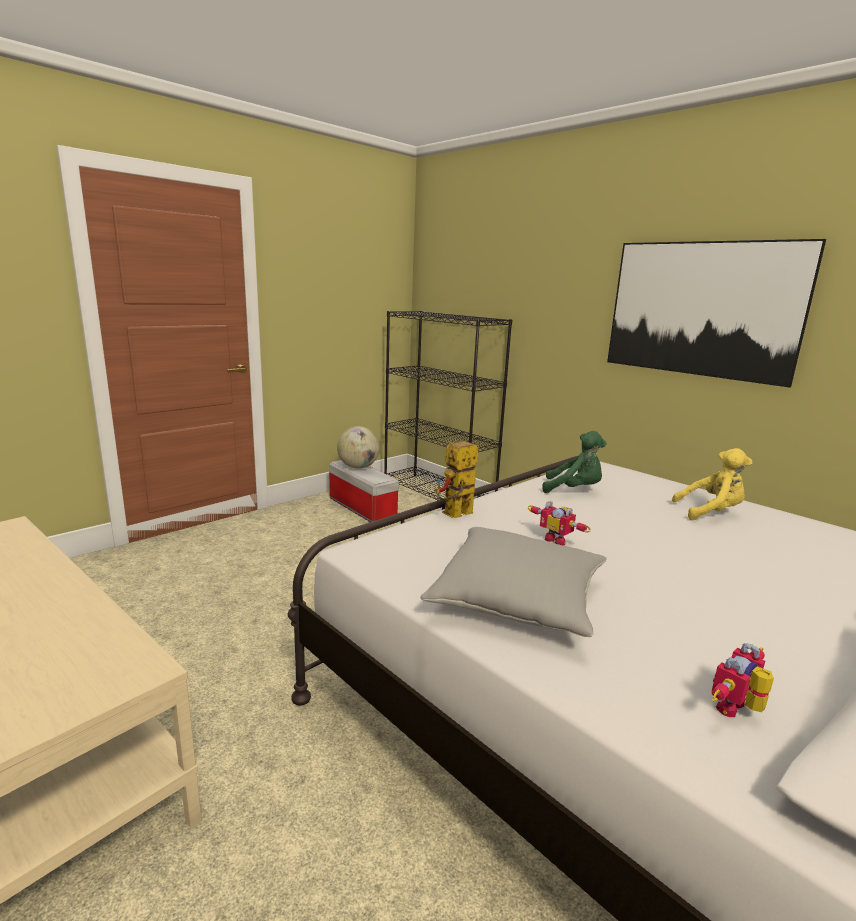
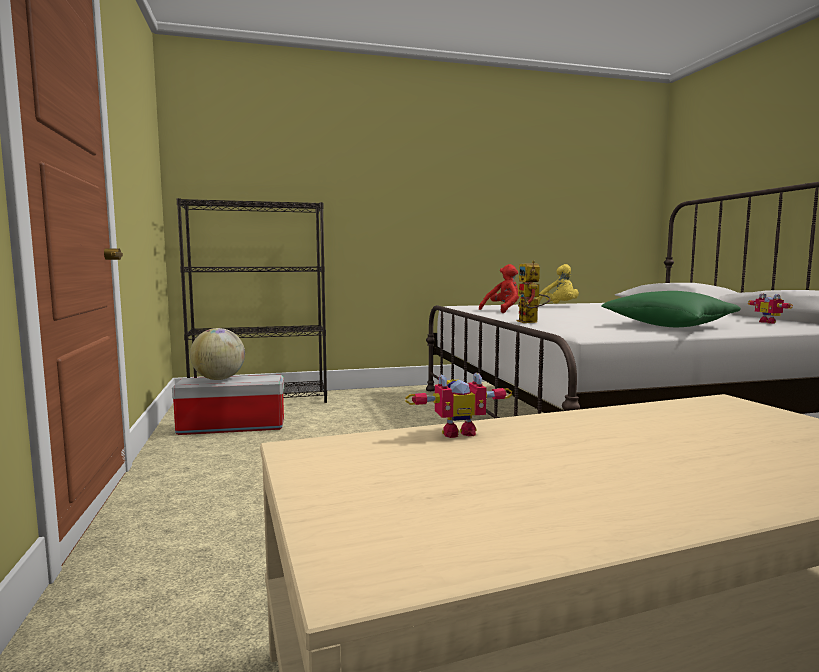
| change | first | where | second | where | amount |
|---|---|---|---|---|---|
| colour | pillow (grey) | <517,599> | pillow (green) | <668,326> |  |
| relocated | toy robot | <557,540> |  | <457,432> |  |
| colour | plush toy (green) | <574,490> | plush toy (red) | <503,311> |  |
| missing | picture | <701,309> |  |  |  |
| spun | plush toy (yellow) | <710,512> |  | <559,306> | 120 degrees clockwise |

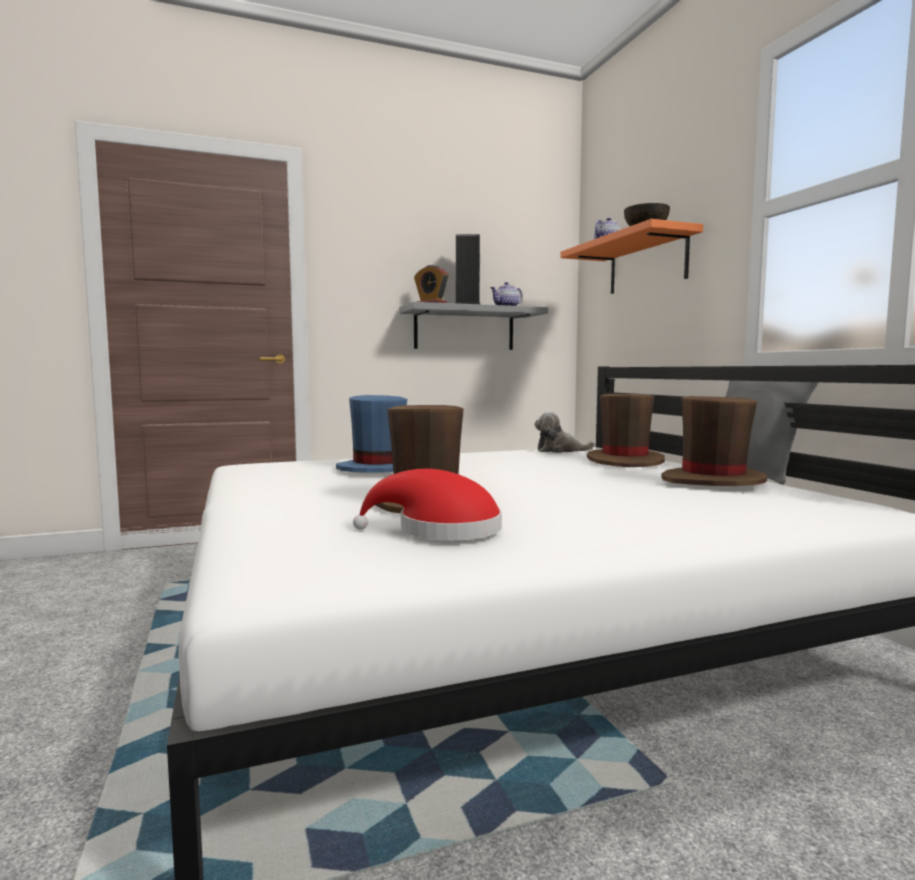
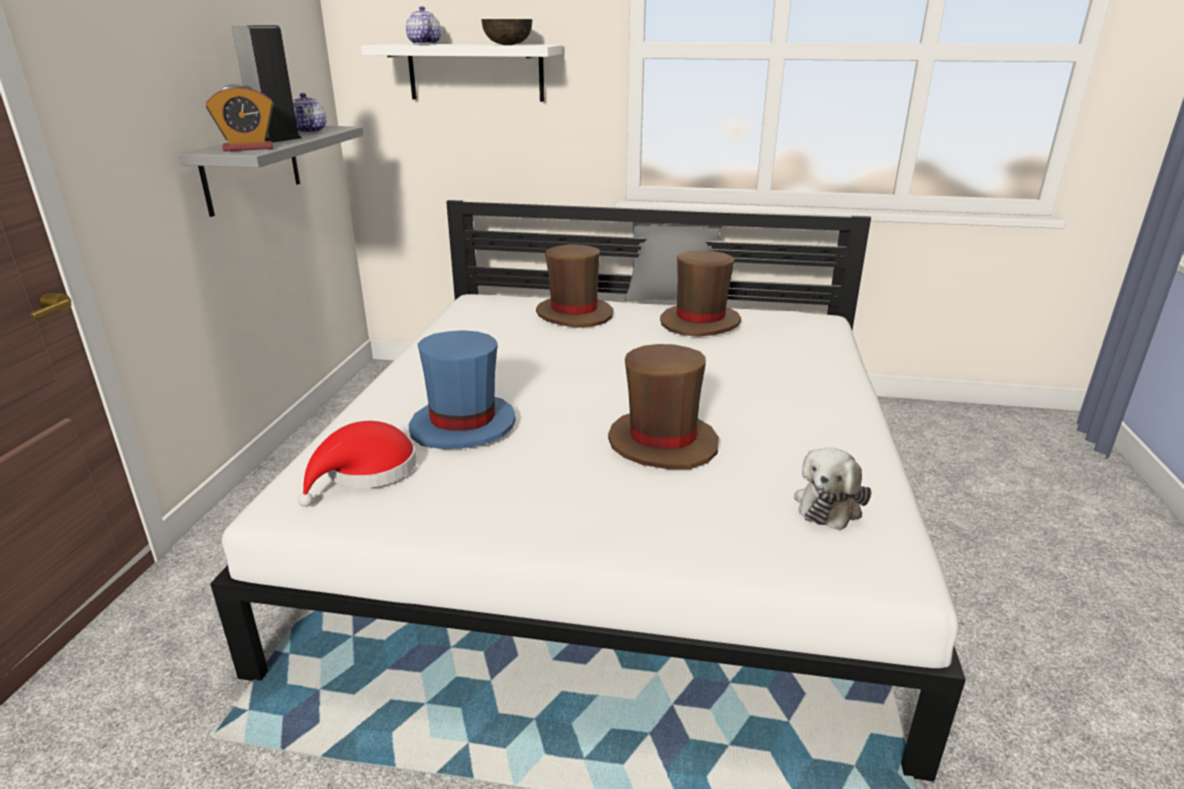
| change | first | where | second | where | amount |
|---|---|---|---|---|---|
| relocated | hat (red) | <440,531> |  | <366,471> |  |
| relocated | plush toy | <560,450> |  | <829,504> |  |
| colour | shelf (orange) | <647,264> | shelf (white) | <476,72> |  |

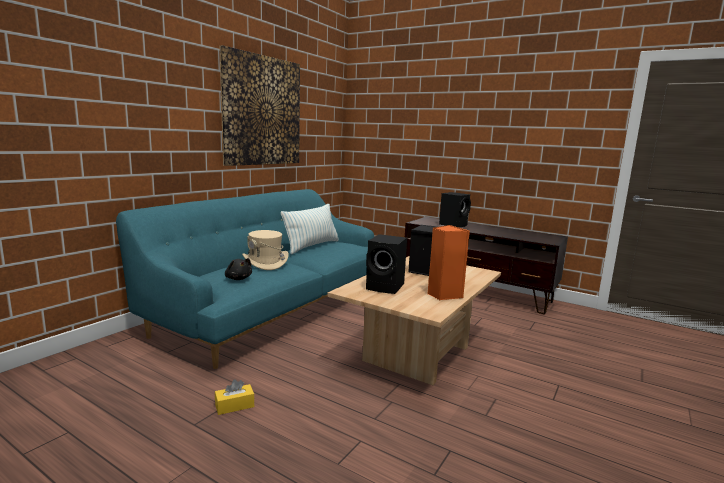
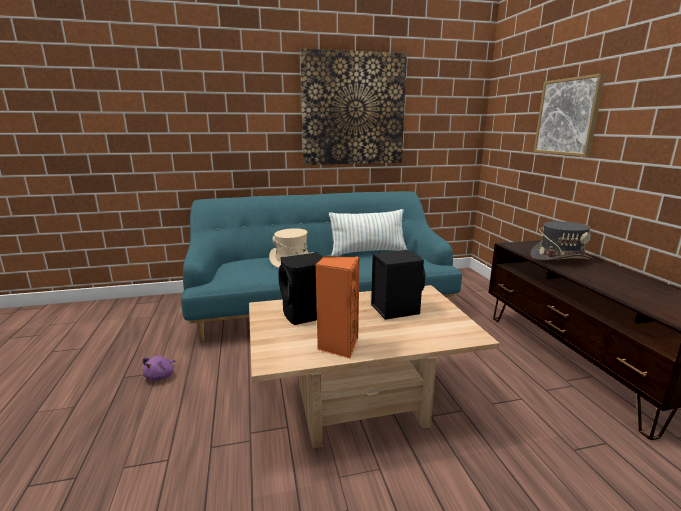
| change | first | where | second | where | amount |
|---|---|---|---|---|---|
| exchanged | tissue box (yellow) | <234,406> | plush toy (purple) | <161,376> |  |
| missing | plush toy (black) | <238,278> |  |  |  |
| exchanged | speaker (black) | <454,225> | hat (grey) | <560,257> |  |
| appeared |  |  | picture | <567,117> |  |

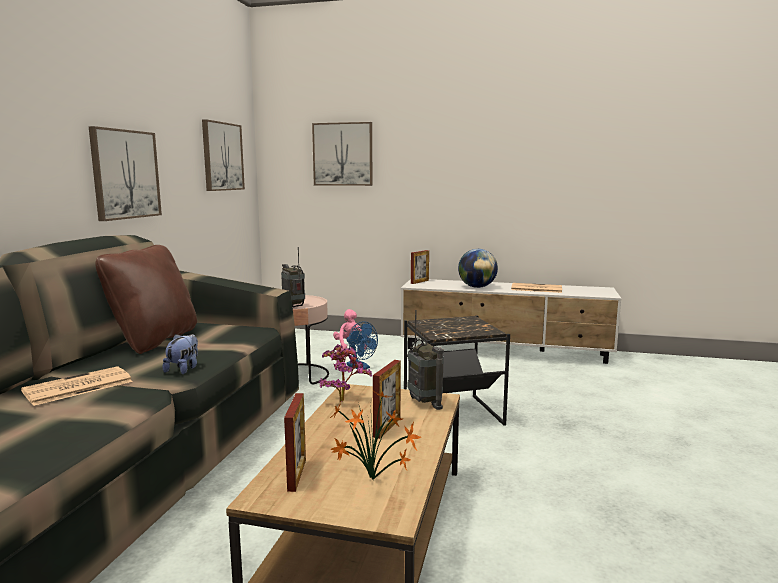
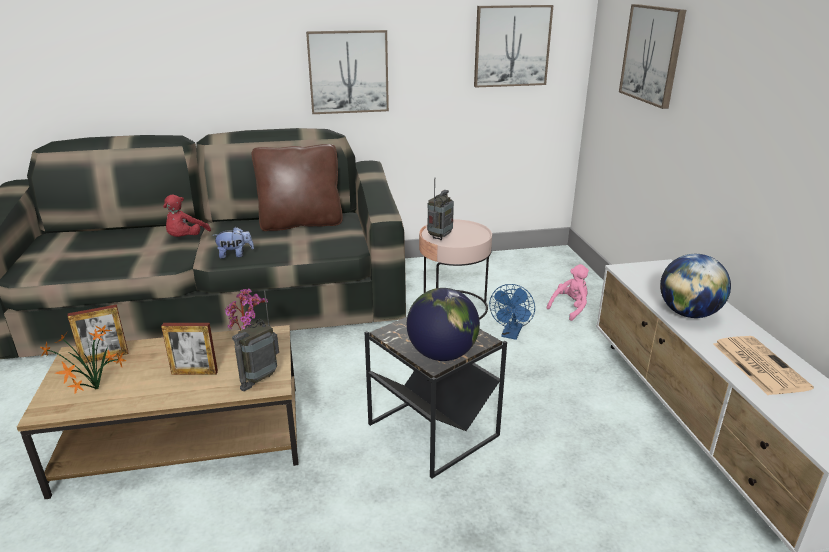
| change | first | where | second | where | amount |
|---|---|---|---|---|---|
| exchanged | newspaper | <77,387> | plush toy (red) | <186,238> |  |
| missing | picture frame | <419,282> |  |  |  |
| appeared |  |  | globe | <442,354> |  |

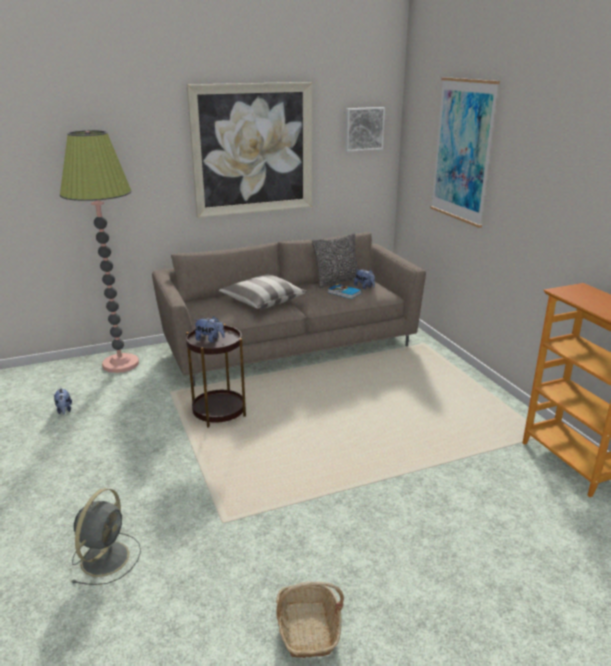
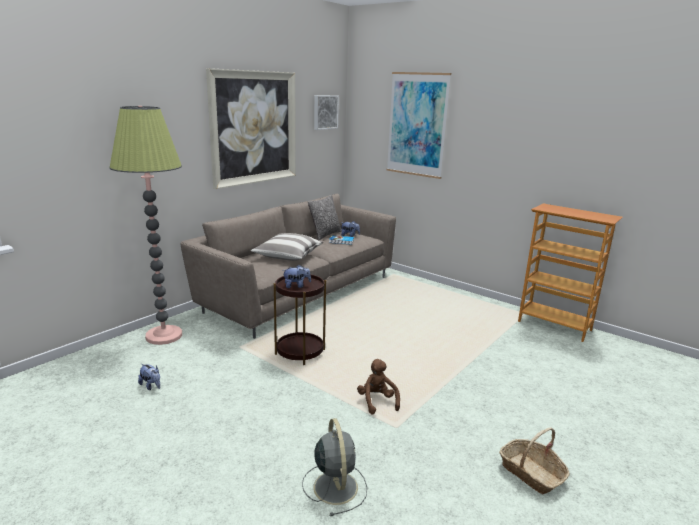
| change | first | where | second | where | amount |
|---|---|---|---|---|---|
| appeared |  |  | plush toy (brown) | <377,401> |  |

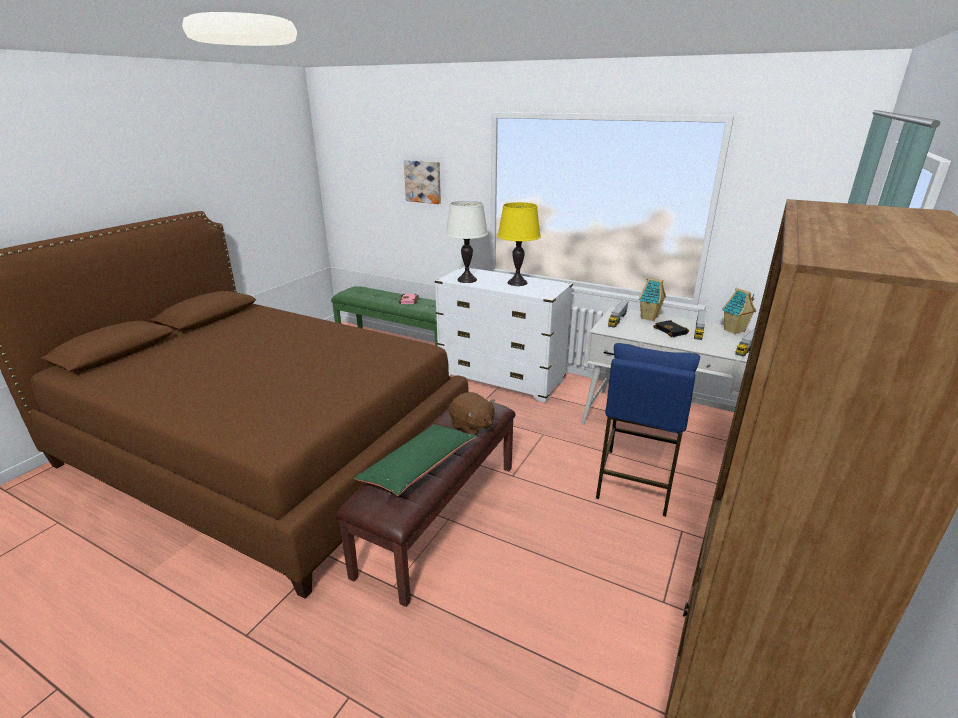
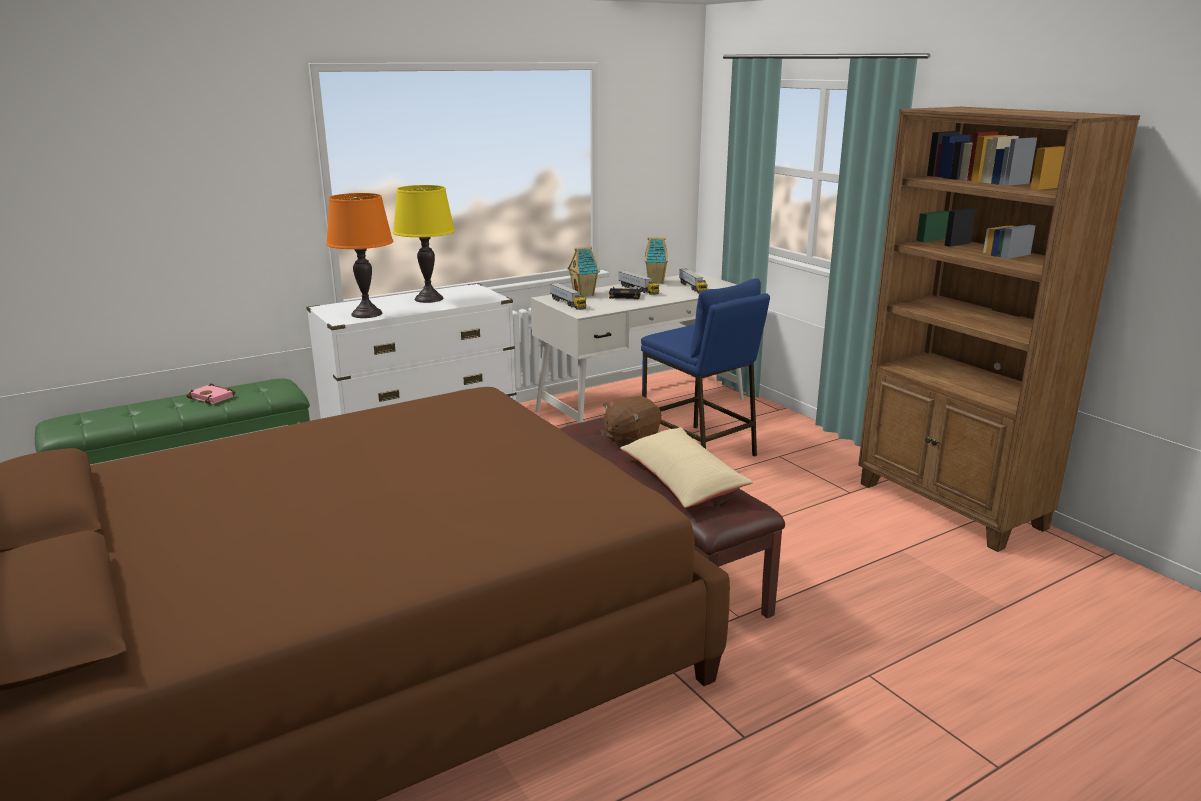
| change | first | where | second | where | amount |
|---|---|---|---|---|---|
| colour | pillow (green) | <418,467> | pillow (beige) | <682,480> |  |
| missing | picture | <423,181> |  |  |  |
| colour | table lamp (white) | <467,280> | table lamp (orange) | <366,314> |  |
| spun | plush toy (brown) | <472,426> |  | <631,439> | 150 degrees clockwise |

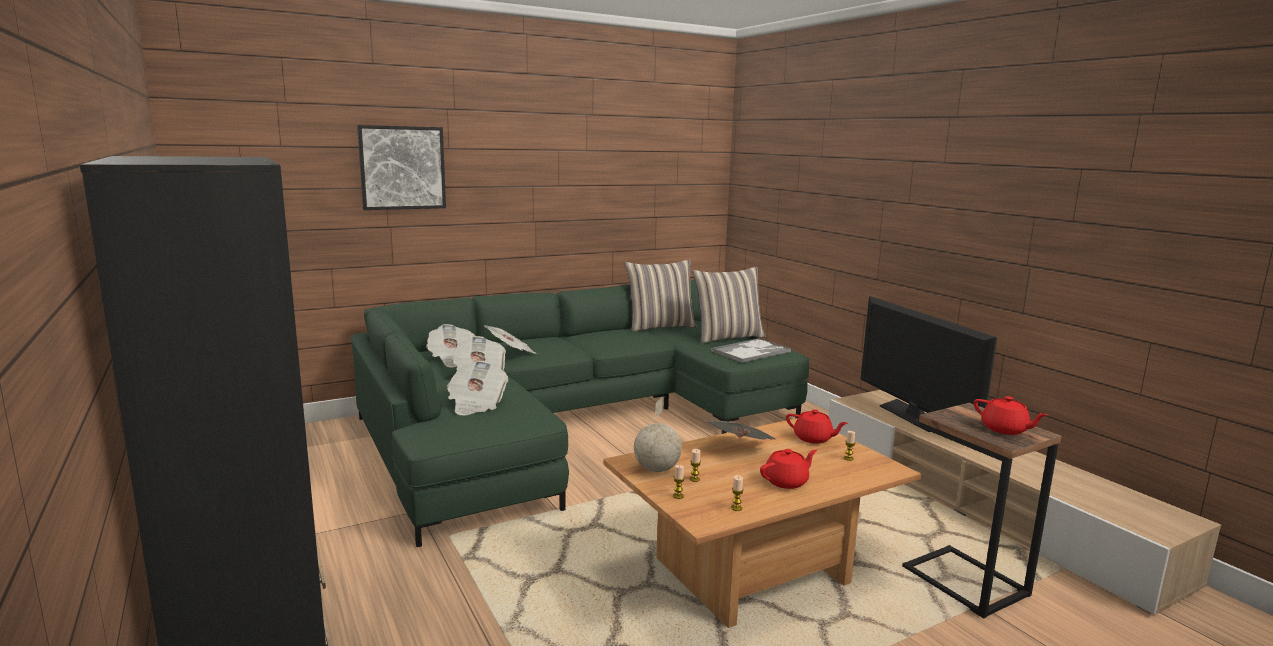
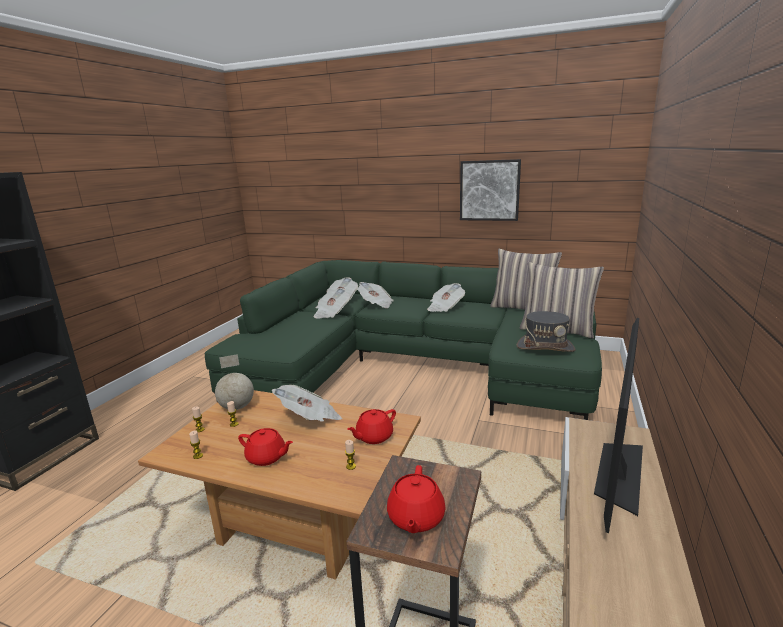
| change | first | where | second | where | amount |
|---|---|---|---|---|---|
| relocated | picture | <402,168> |  | <489,190> |  |
| relocated | newspaper | <476,404> |  | <445,307> |  |
| exchanged | tray | <751,351> | hat (grey) | <545,347> |  |
| spun | teapot (red) | <813,439> |  | <373,437> | 60 degrees clockwise |

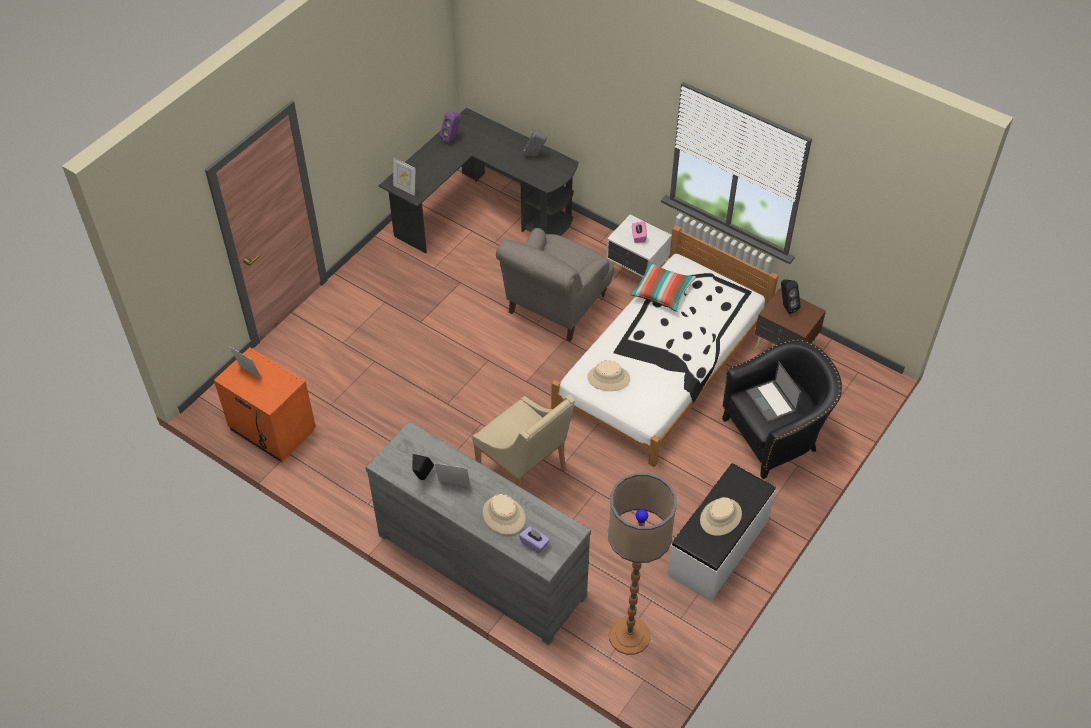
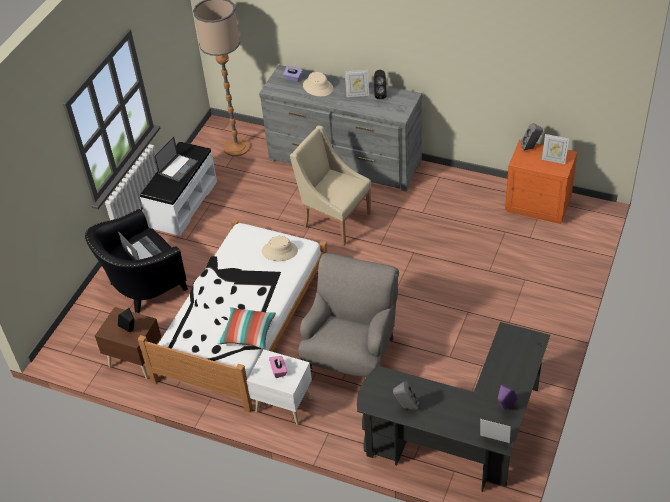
| change | first | where | second | where | amount |
|---|---|---|---|---|---|
| relocated | picture frame | <405,189> |  | <494,441> |  |
| exchanged | hat (beige) | <721,517> | laptop | <178,167> |  |
| appeared |  |  | speaker (grey) | <531,148> |  |

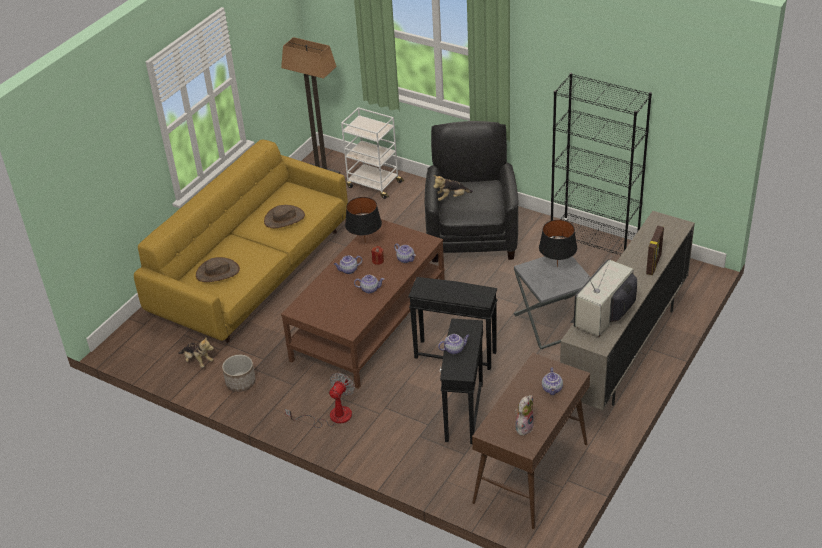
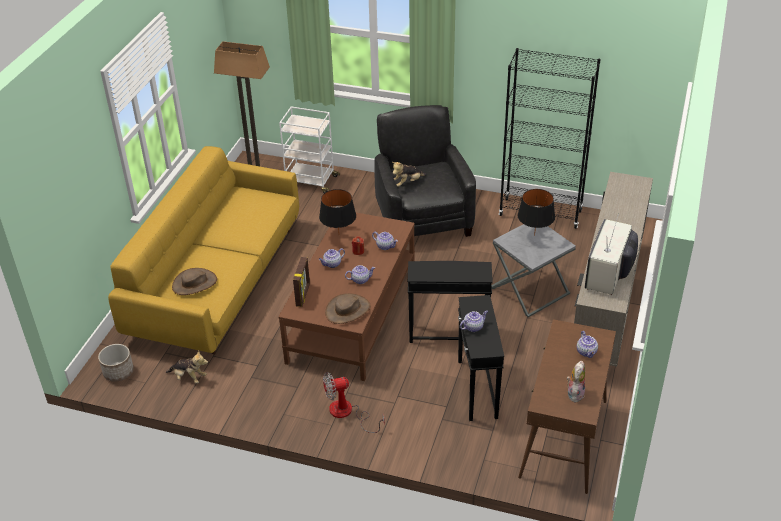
| change | first | where | second | where | amount |
|---|---|---|---|---|---|
| relocated | planter | <240,382> |  | <118,372> |  |
| relocated | hat (brown) | <284,218> |  | <348,310> |  |
| spun | fan | <332,416> |  | <347,413> | 120 degrees counterclockwise |
| relocated | picture frame | <654,264> |  | <303,295> |  |

